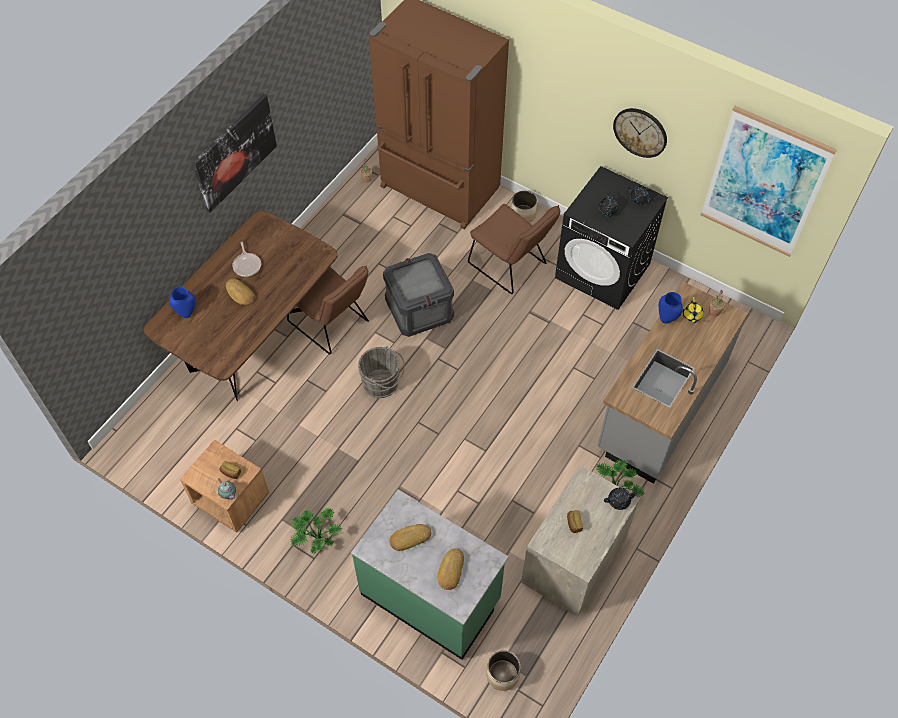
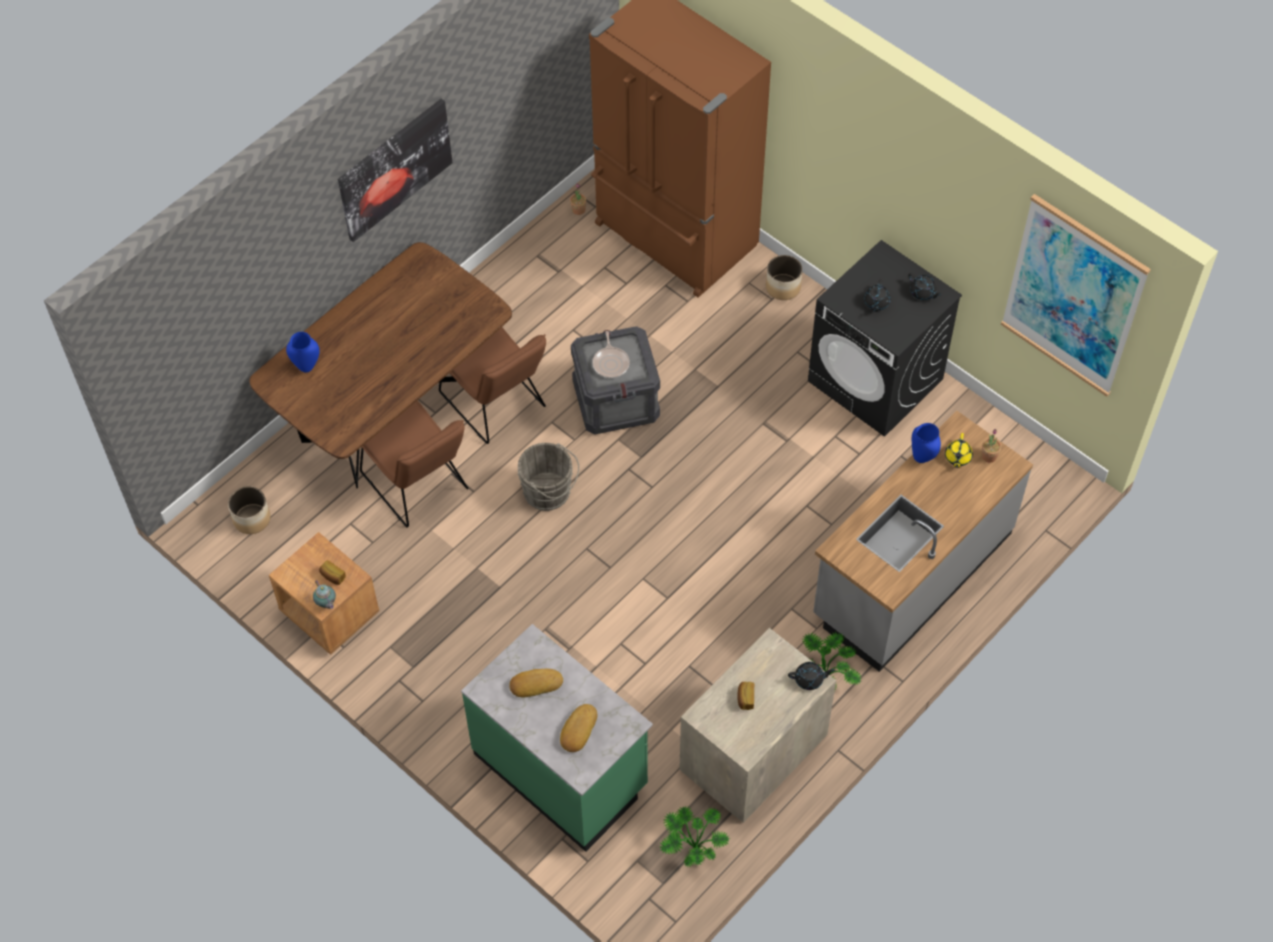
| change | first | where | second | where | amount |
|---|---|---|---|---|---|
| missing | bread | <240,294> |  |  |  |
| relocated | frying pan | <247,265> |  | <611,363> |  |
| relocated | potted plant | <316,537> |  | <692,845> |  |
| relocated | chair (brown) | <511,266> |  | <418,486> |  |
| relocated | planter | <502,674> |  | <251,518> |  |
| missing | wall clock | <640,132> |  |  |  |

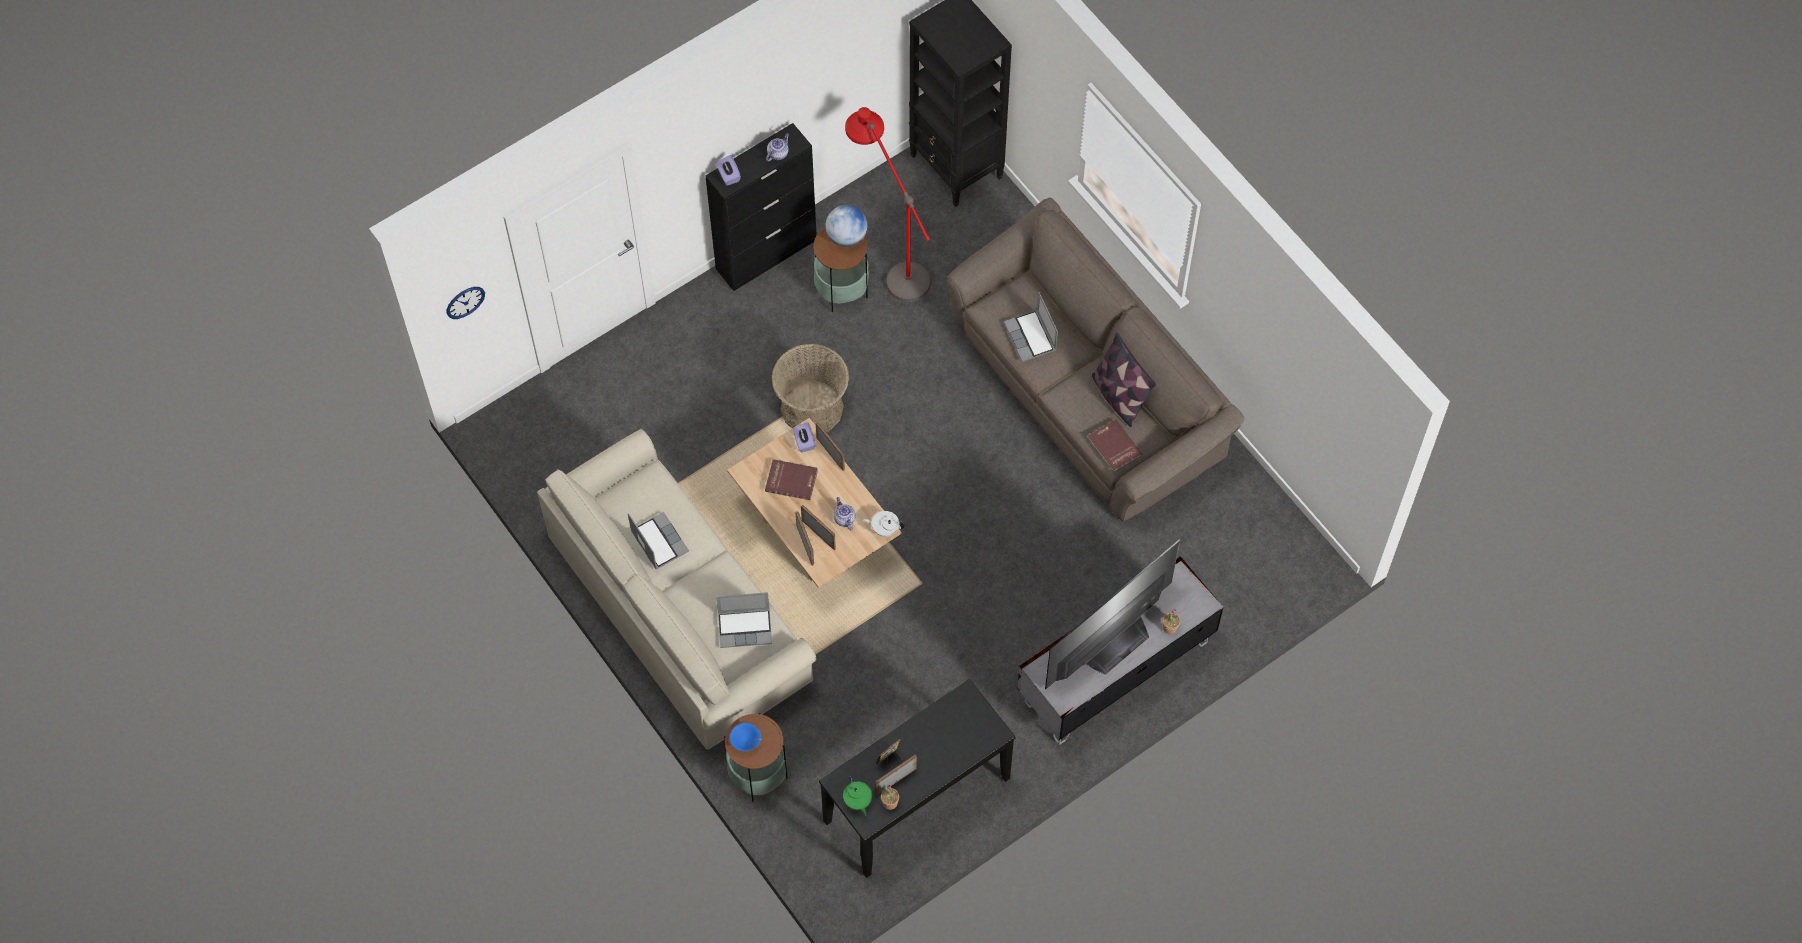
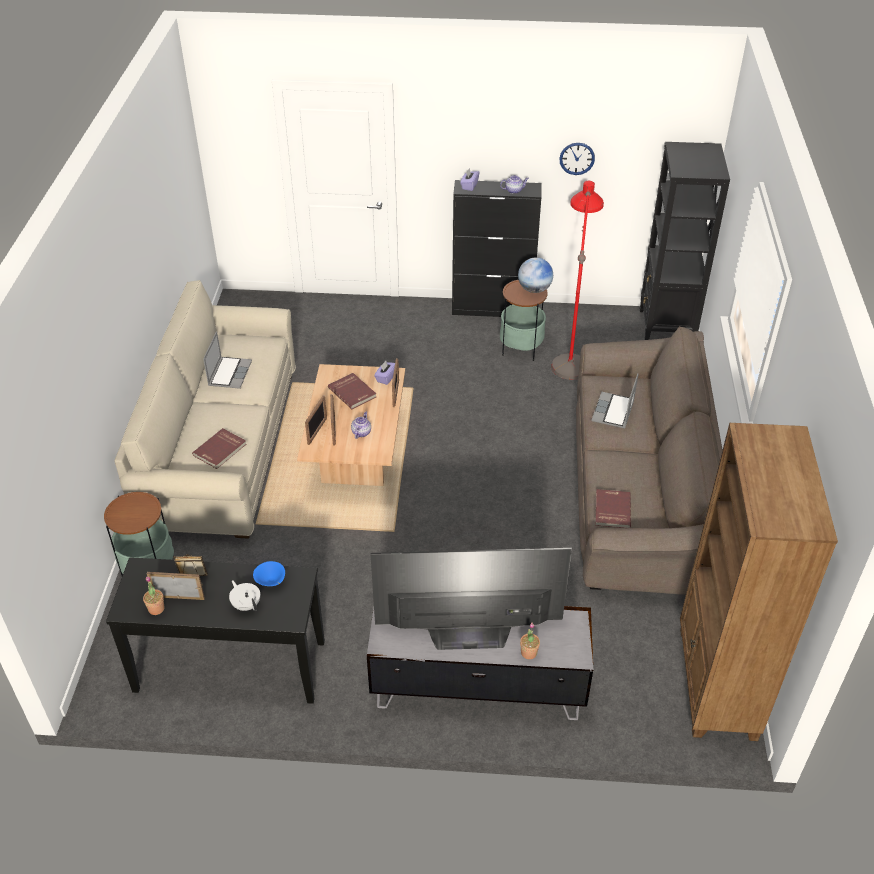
| change | first | where | second | where | amount |
|---|---|---|---|---|---|
| relocated | wall clock | <465,302> |  | <577,158> |  |
| exchanged | laptop | <745,627> | book (red) | <220,450> |  |
| relocated | bowl (blue) | <746,741> |  | <271,581> |  |
| missing | basket | <812,407> |  |  |  |
| missing | teapot (green) | <857,801> |  |  |  |
| relocated | teapot (white) | <885,529> |  | <246,604> |  |
| missing | pillow | <1118,396> |  |  |  |
| appeared |  |  | bookcase (brown) | <716,684> |  |

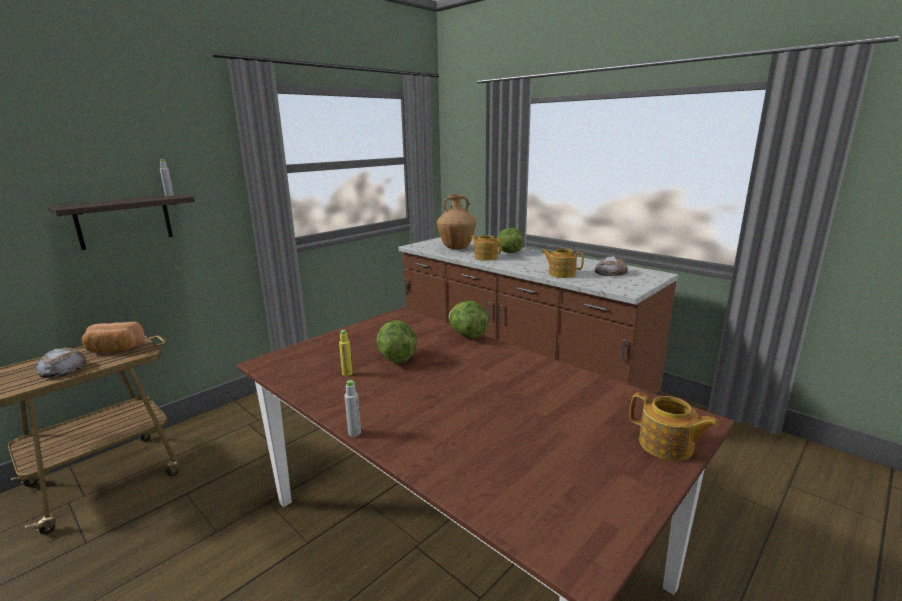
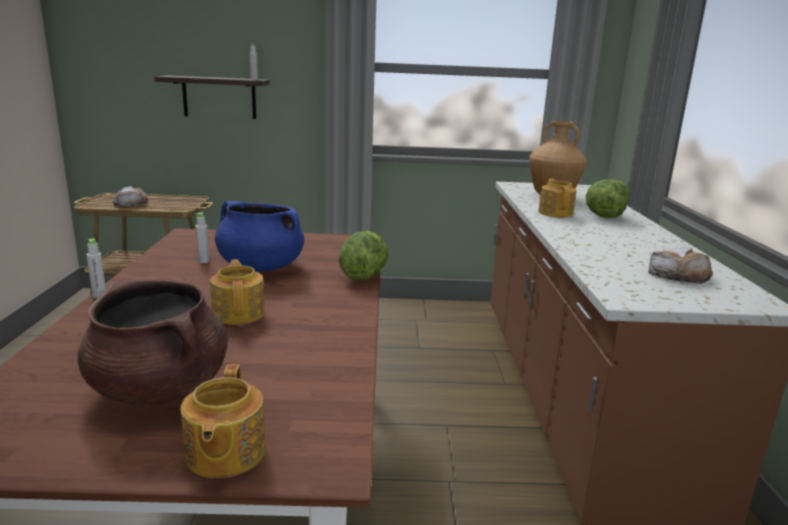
| change | first | where | second | where | amount |
|---|---|---|---|---|---|
| missing | bread | <114,349> |  |  |  |
| colour | bottle (yellow) | <347,373> | bottle (grey) | <203,261> |  |
| exchanged | lettuce | <396,358> | cooking pot (blue) | <260,267> |  |
| relocated | teapot | <561,274> |  | <239,313> |  |
| appeared |  |  | cooking pot (brown) | <161,389> |  |

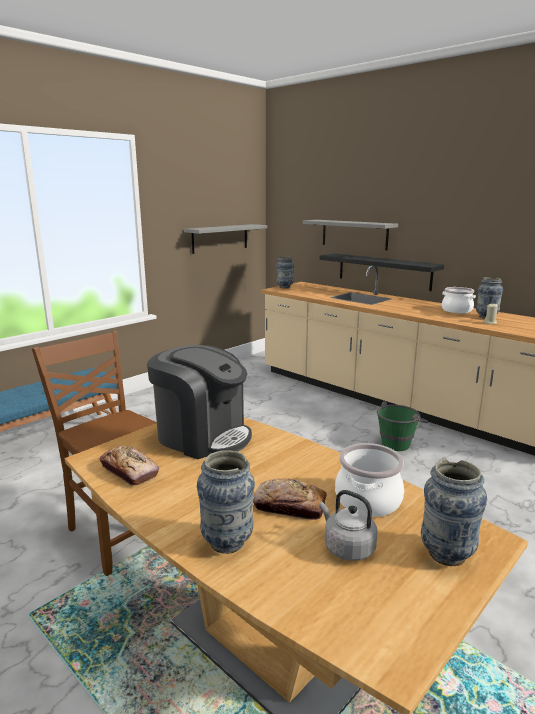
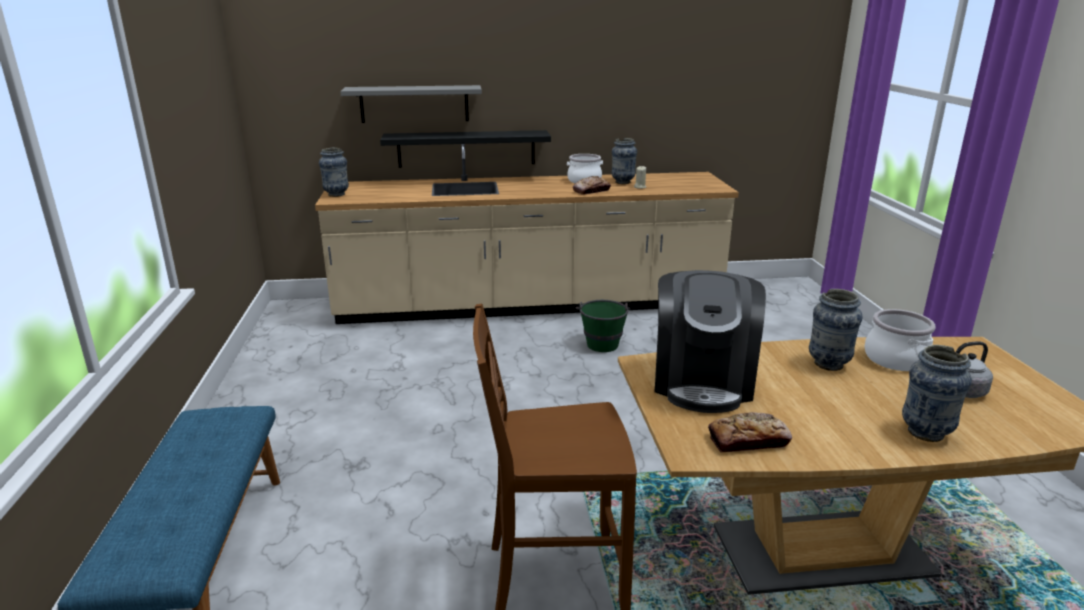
| change | first | where | second | where | amount |
|---|---|---|---|---|---|
| spun | coffee machine | <202,436> |  | <702,382> | 120 degrees clockwise |
| missing | shelf (grey) | <220,238> |  |  |  |
| relocated | bread | <289,506> |  | <591,191> |  |
| relocated | vase | <446,554> |  | <828,364> |  |

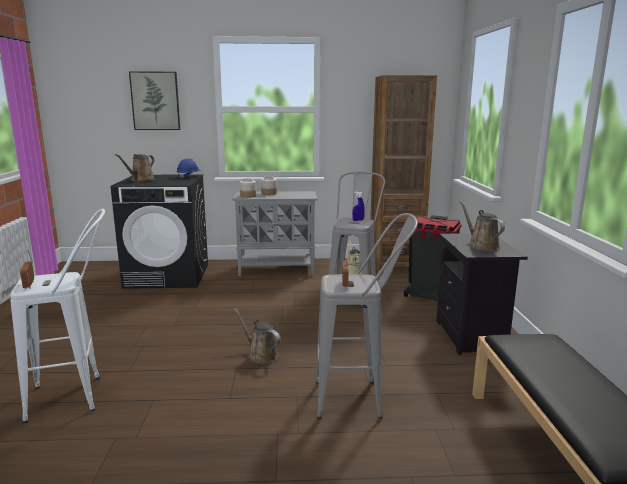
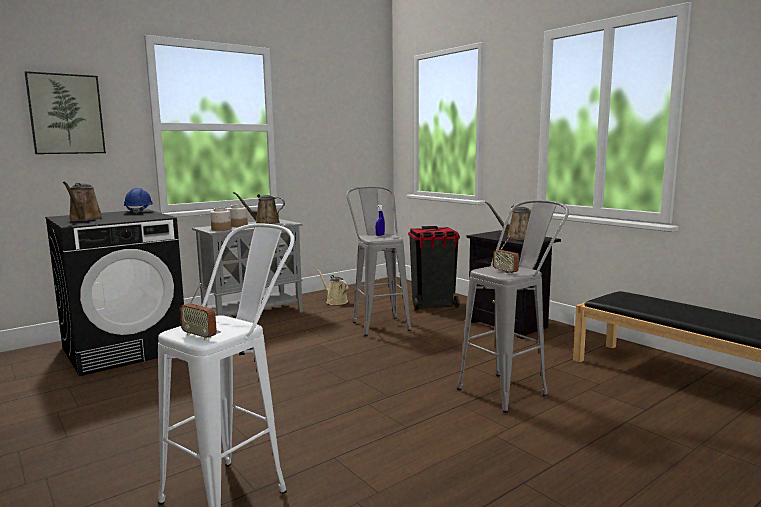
| change | first | where | second | where | amount |
|---|---|---|---|---|---|
| relocated | watering can (brown) | <260,355> |  | <264,223> |  |
| missing | bookcase (brown) | <395,265> |  |  |  |

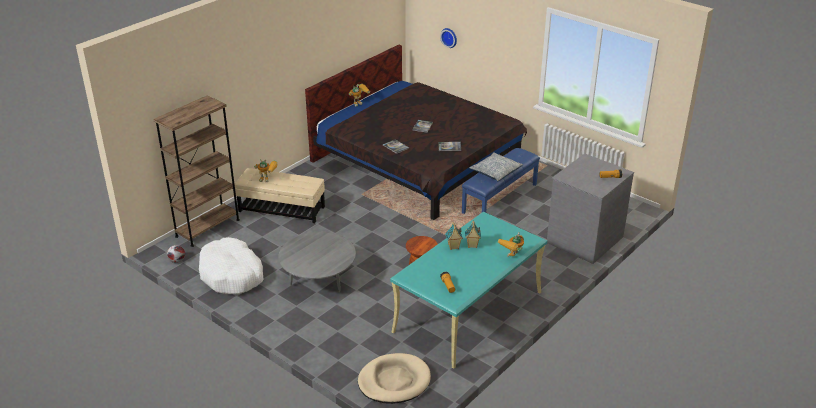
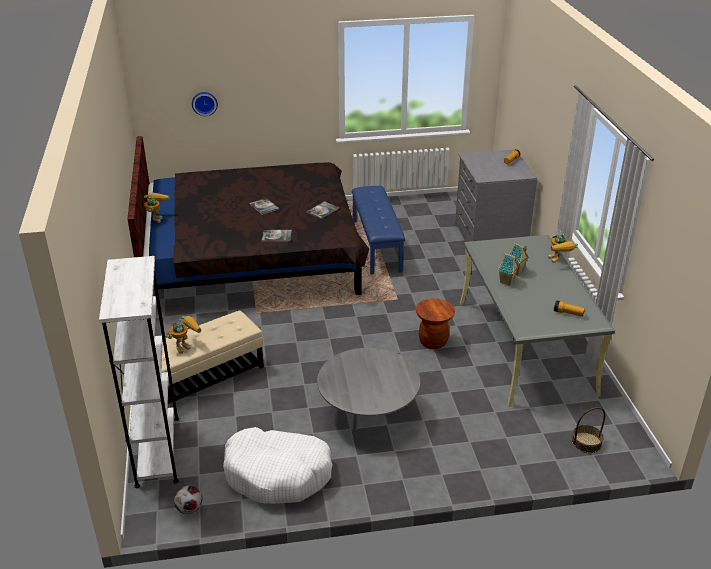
| change | first | where | second | where | amount |
|---|---|---|---|---|---|
| colour | bookcase (brown) | <207,228> | bookcase (white) | <157,451> |  |
| exchanged | dog bed (beige) | <394,381> | basket | <586,442> |  |
| colour | desk (turquoise) | <468,312> | desk (grey) | <525,346> |  |
| missing | pillow | <495,172> |  |  |  |

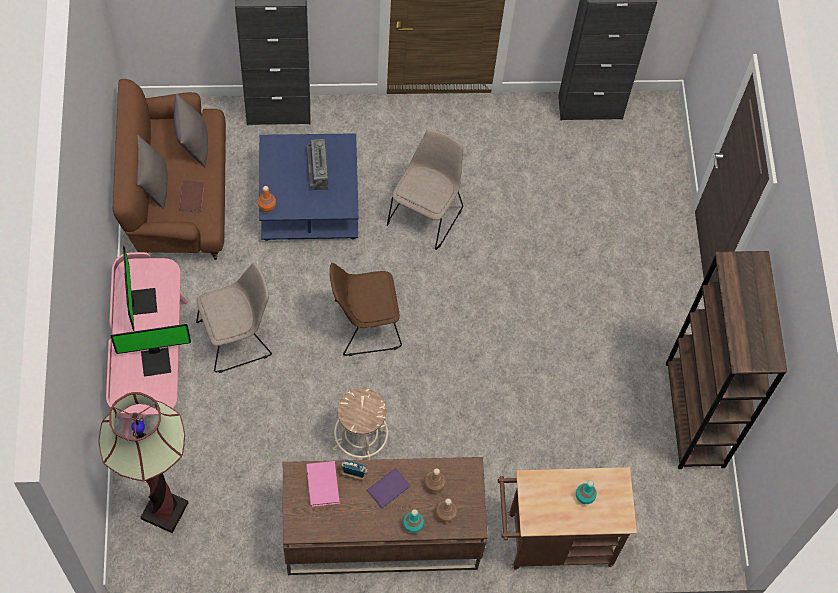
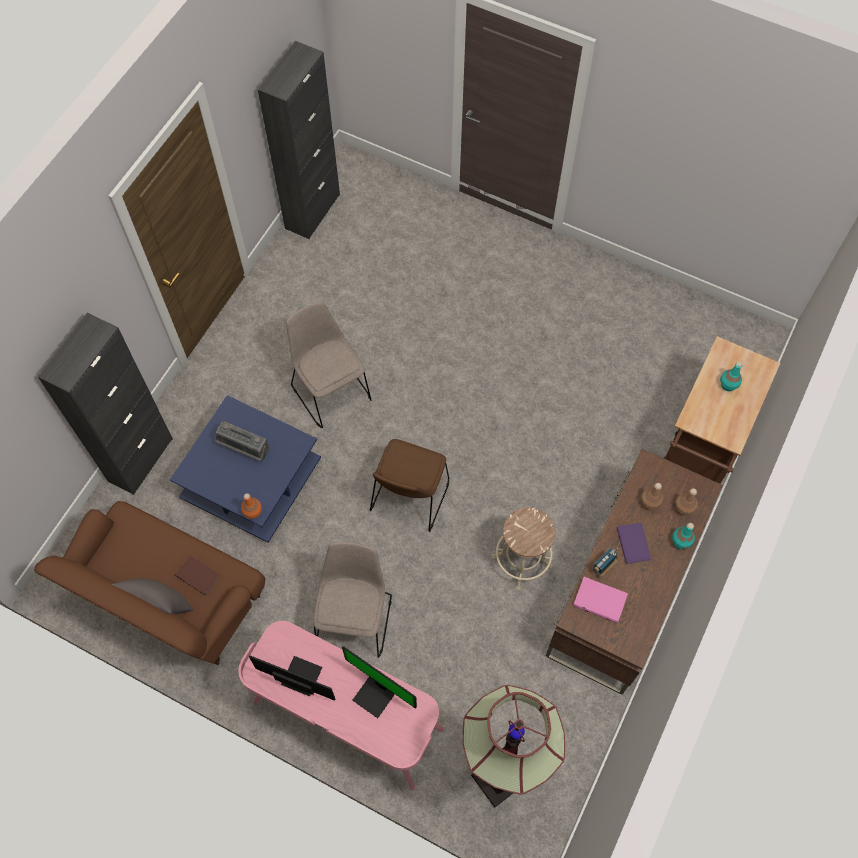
| change | first | where | second | where | amount |
|---|---|---|---|---|---|
| spun | monitor | <156,360> |  | <376,695> | 105 degrees clockwise |
| missing | pillow (grey) | <193,145> |  |  |  |
| missing | bookcase (brown) | <695,415> |  |  |  |

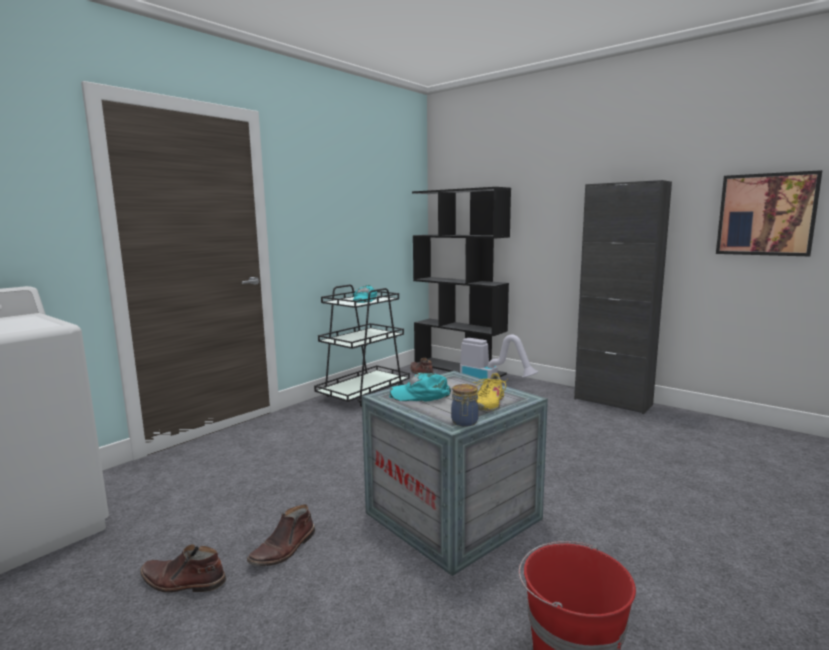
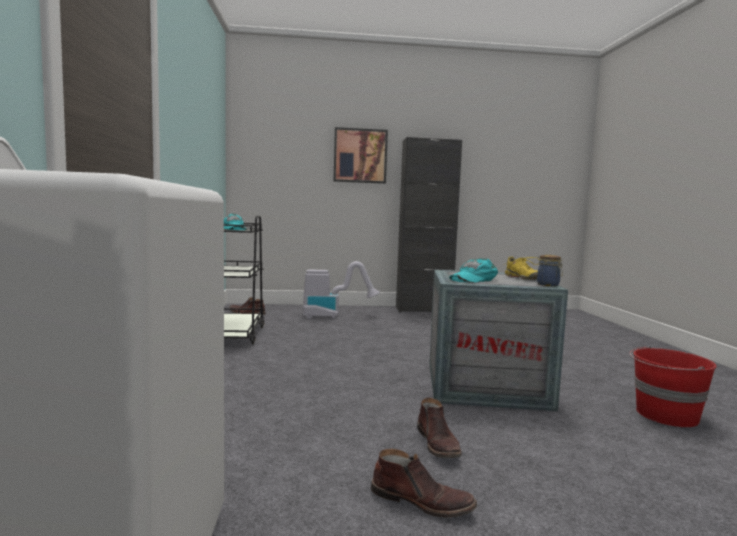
| change | first | where | second | where | amount |
|---|---|---|---|---|---|
| spun | boot (brown) | <182,582> |  | <422,501> | 120 degrees counterclockwise |
| missing | bookcase (black) | <459,369> |  |  |  |
| relocated | picture | <766,214> |  | <360,156> |  |

